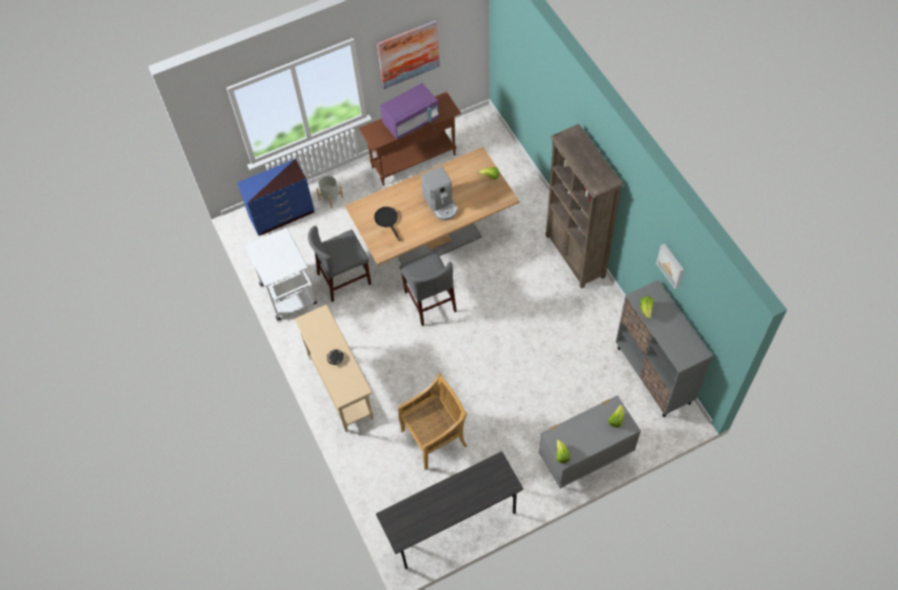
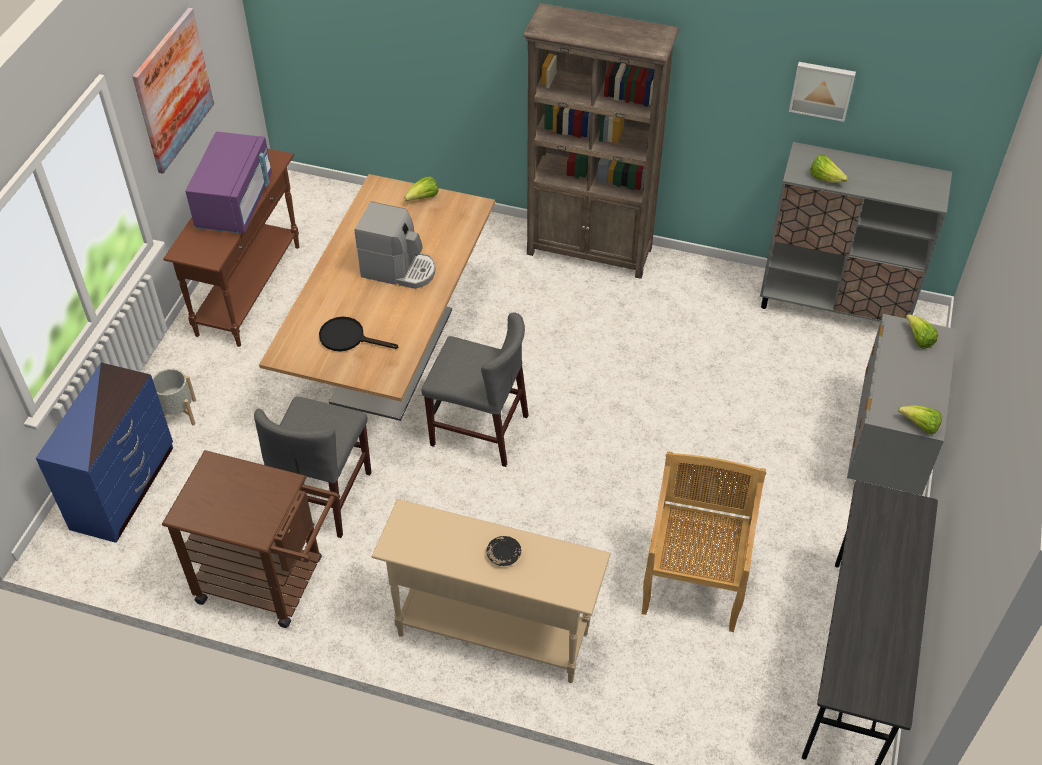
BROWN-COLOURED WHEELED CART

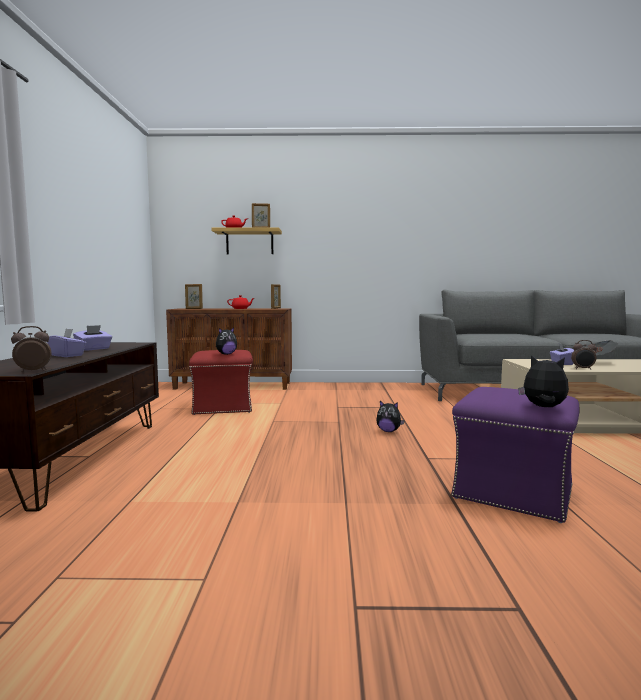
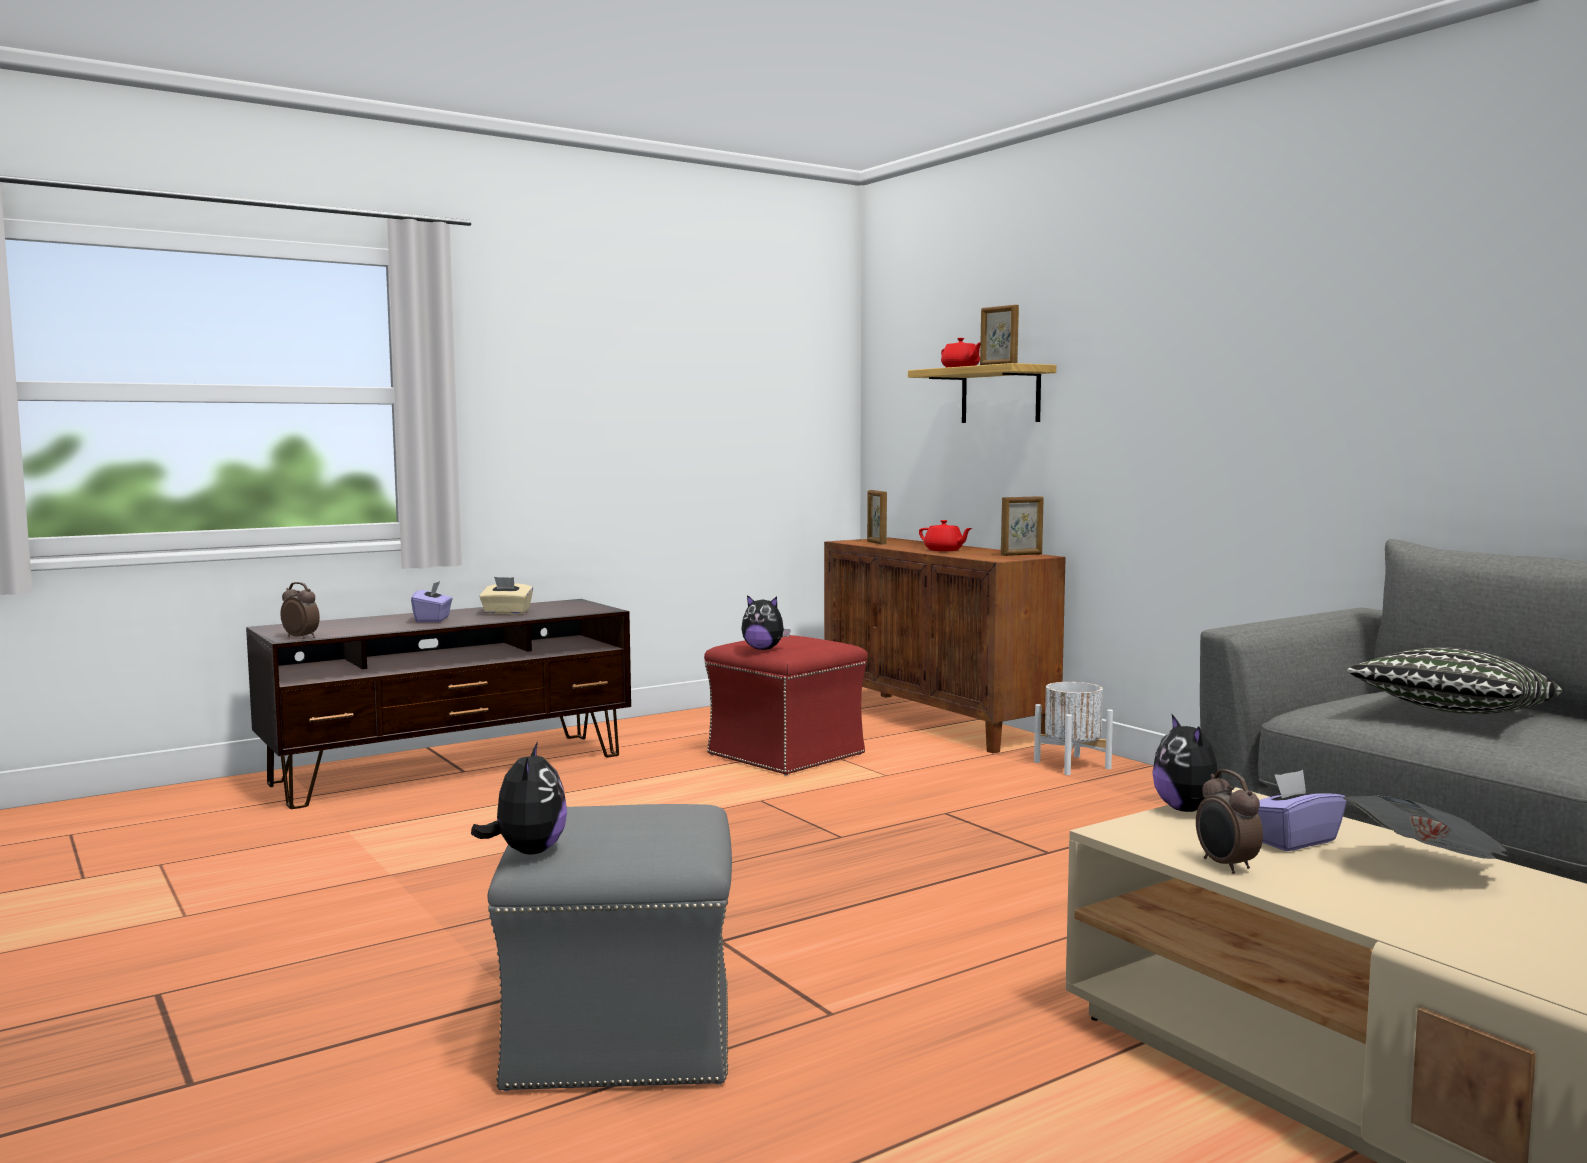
BEIGE-COLOURED BOX OF TISSUES
SOFT TOY (no. 3 from left)
GRAY FOOTREST
WHITE-COLOURED PLANTER
PILLOW

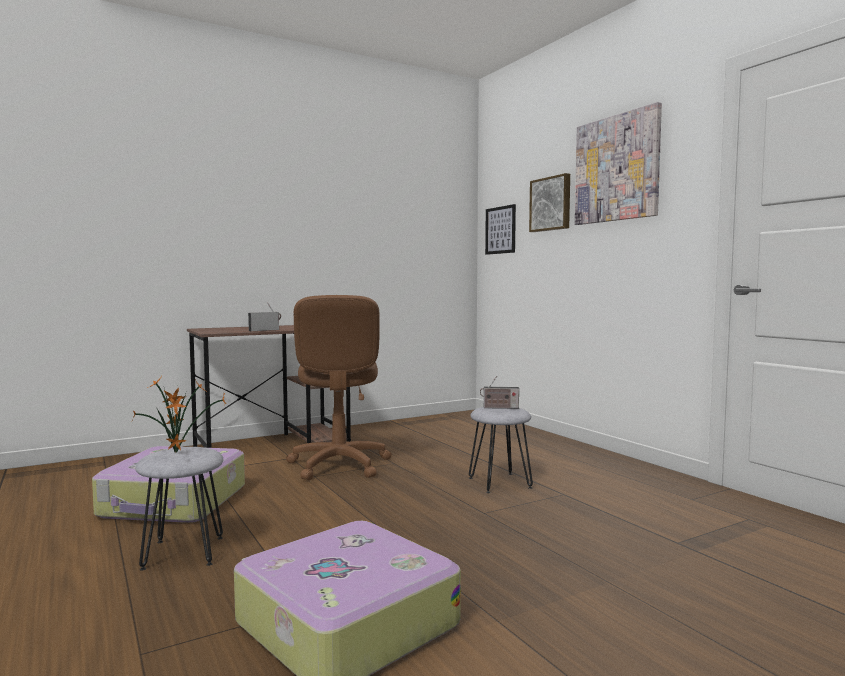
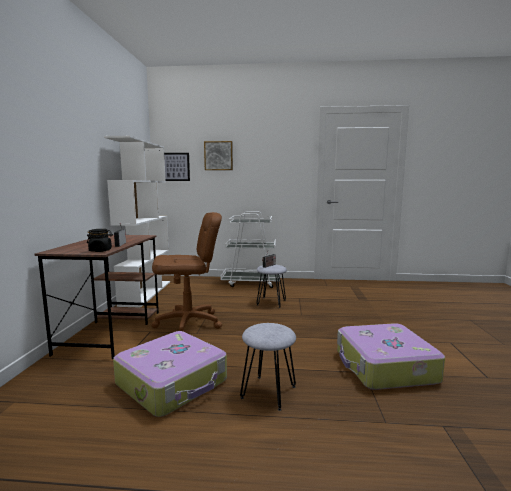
PLANT IN A POT
BROWN-COLOURED COMPUTER CHAIR
WALL ART (no. 3 from left in the first image)
BLACK-COLOURED JAR
WHITE-COLOURED SHELVING UNIT
WHITE-COLOURED WHEELED CART

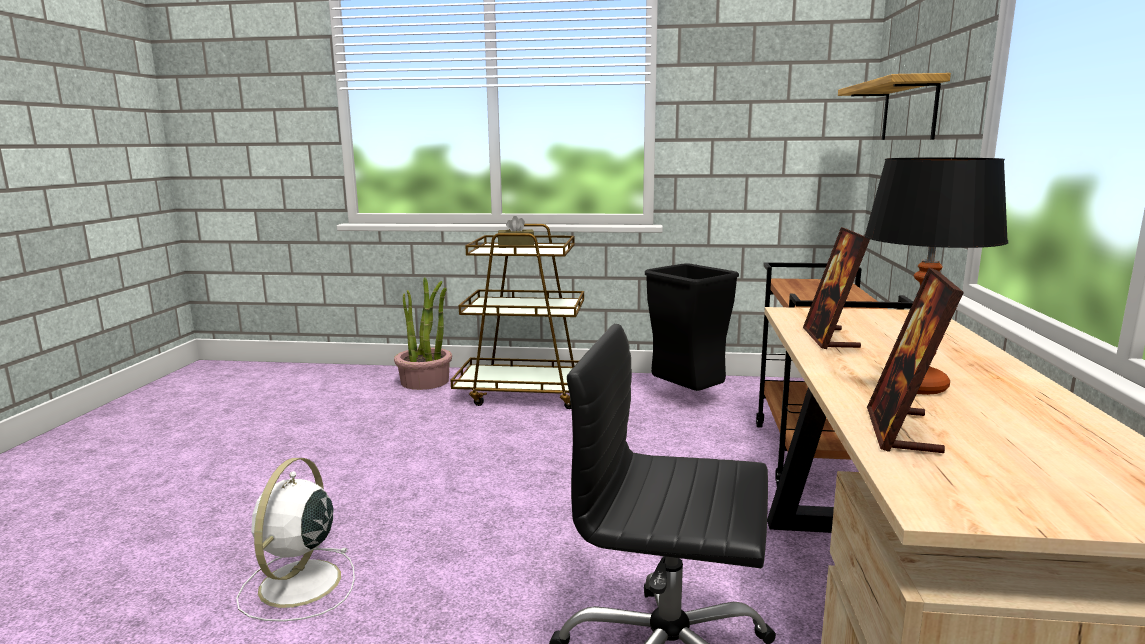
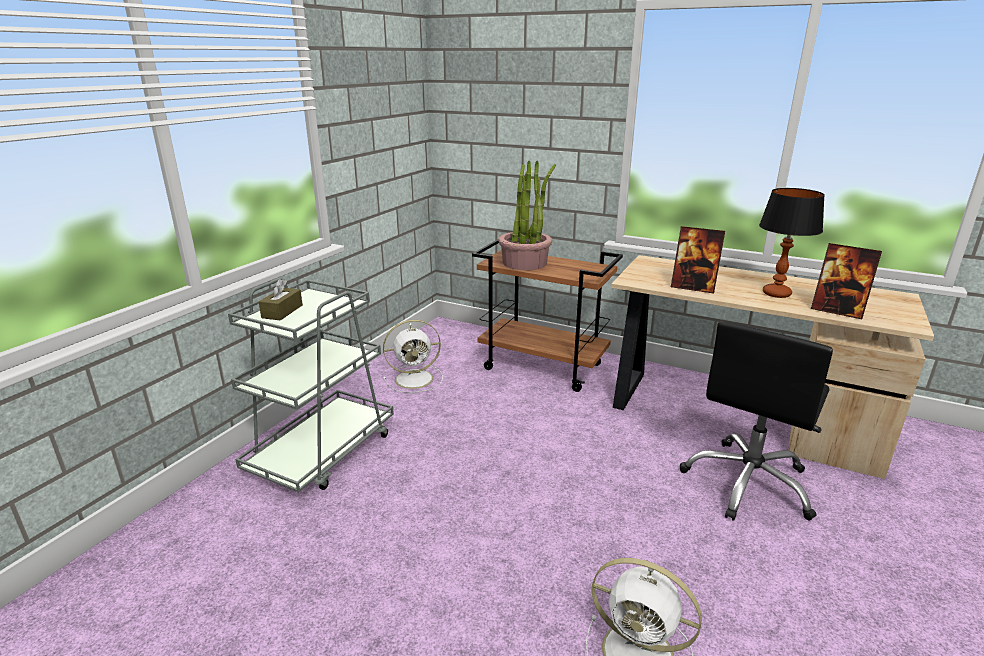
PLANT IN A POT
GRAY WHEELED CART
WHITE-COLOURED FAN (no. 1 from left)
SHELF

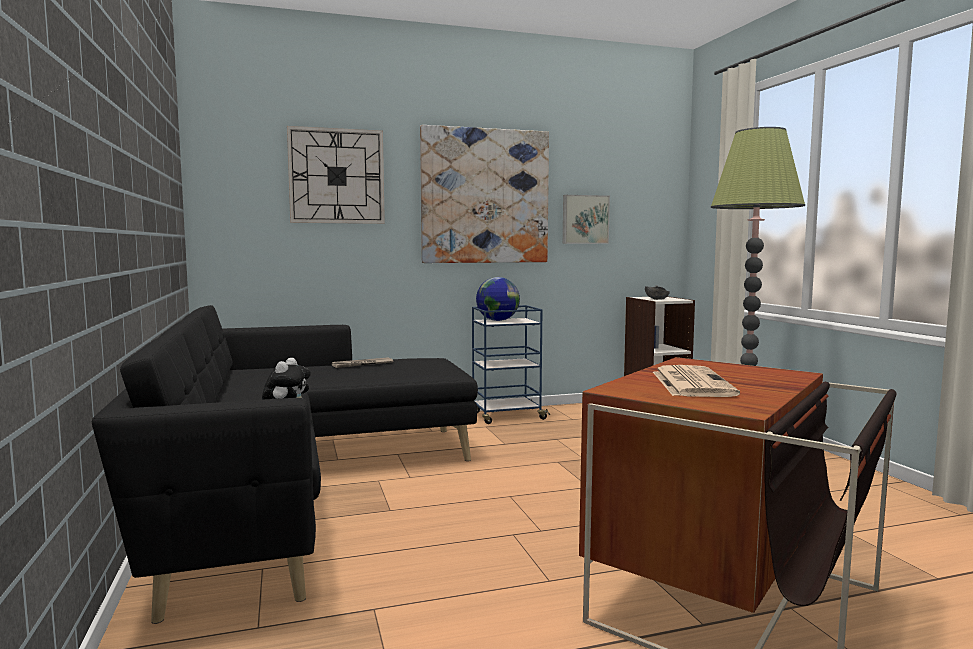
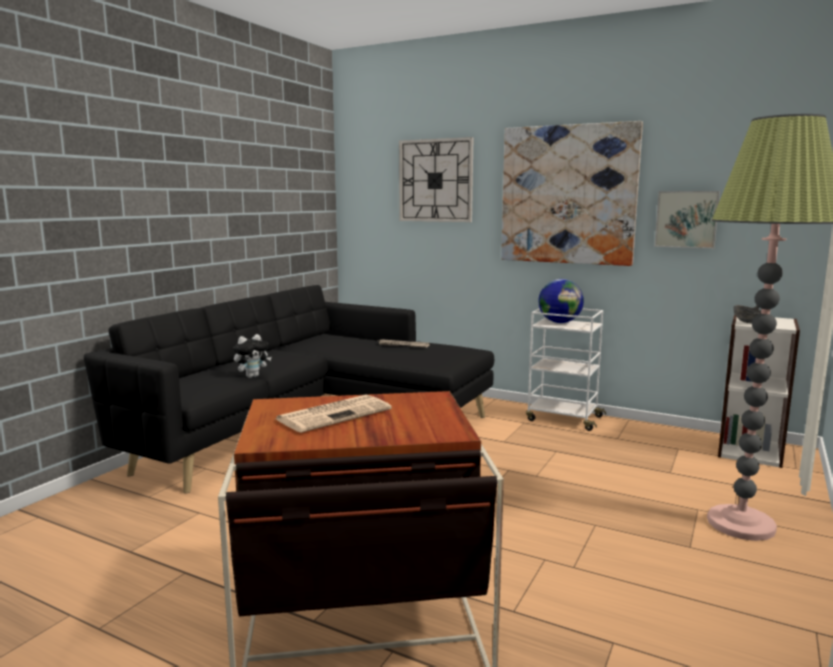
WHITE-COLOURED WHEELED CART

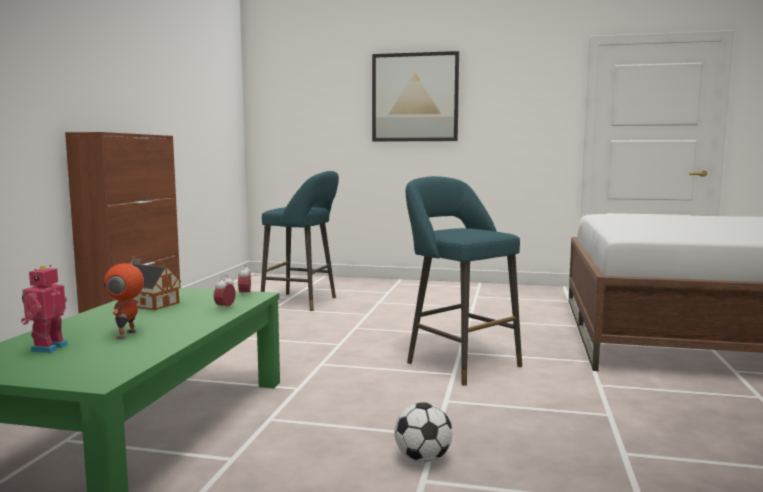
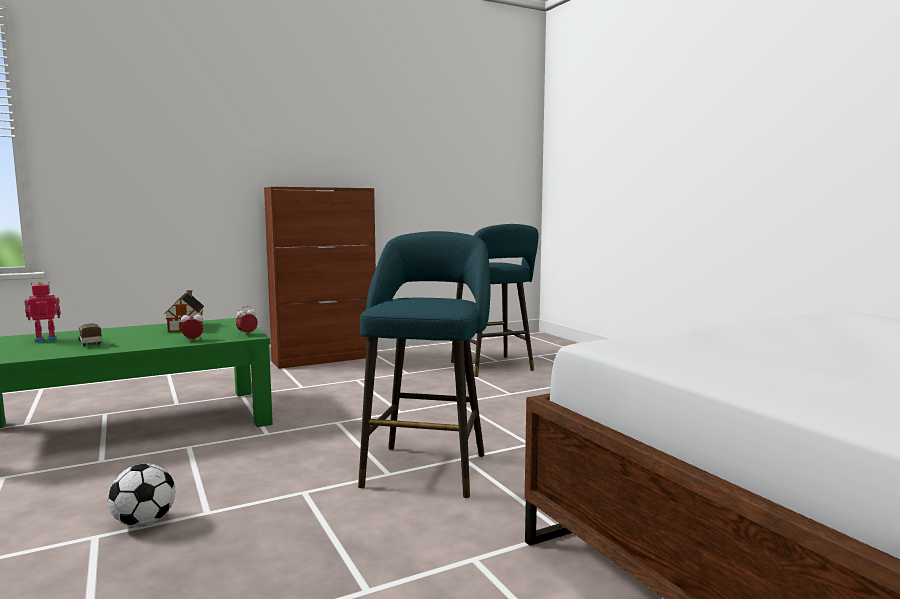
TOY LORRY
WALL ART

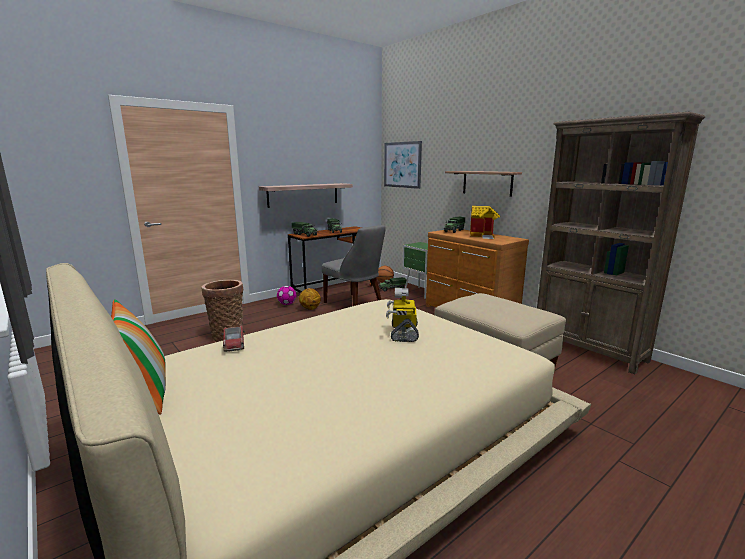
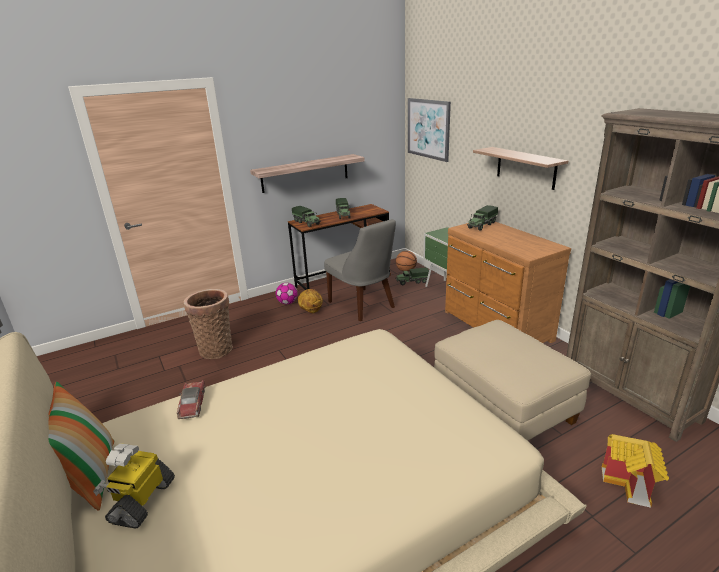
ROBOT FIGURE
TOY HOUSE

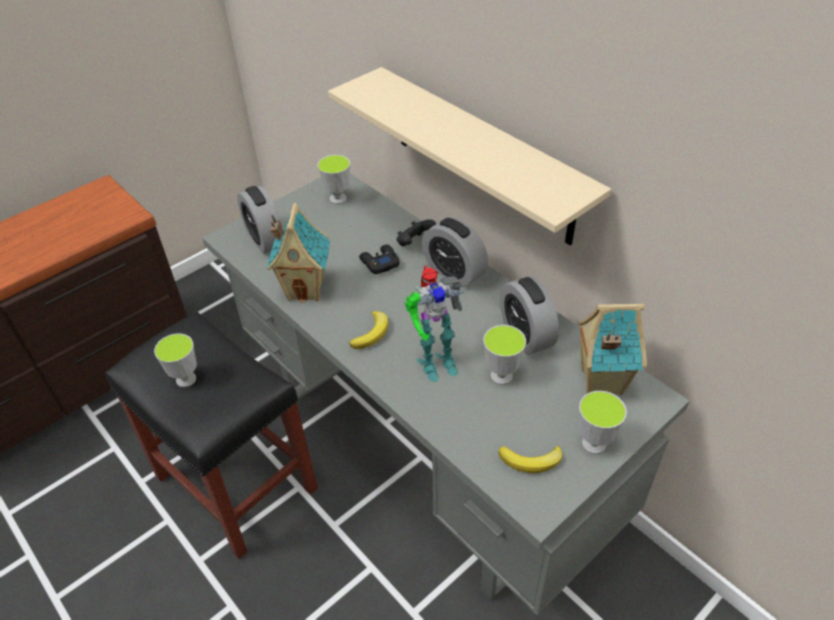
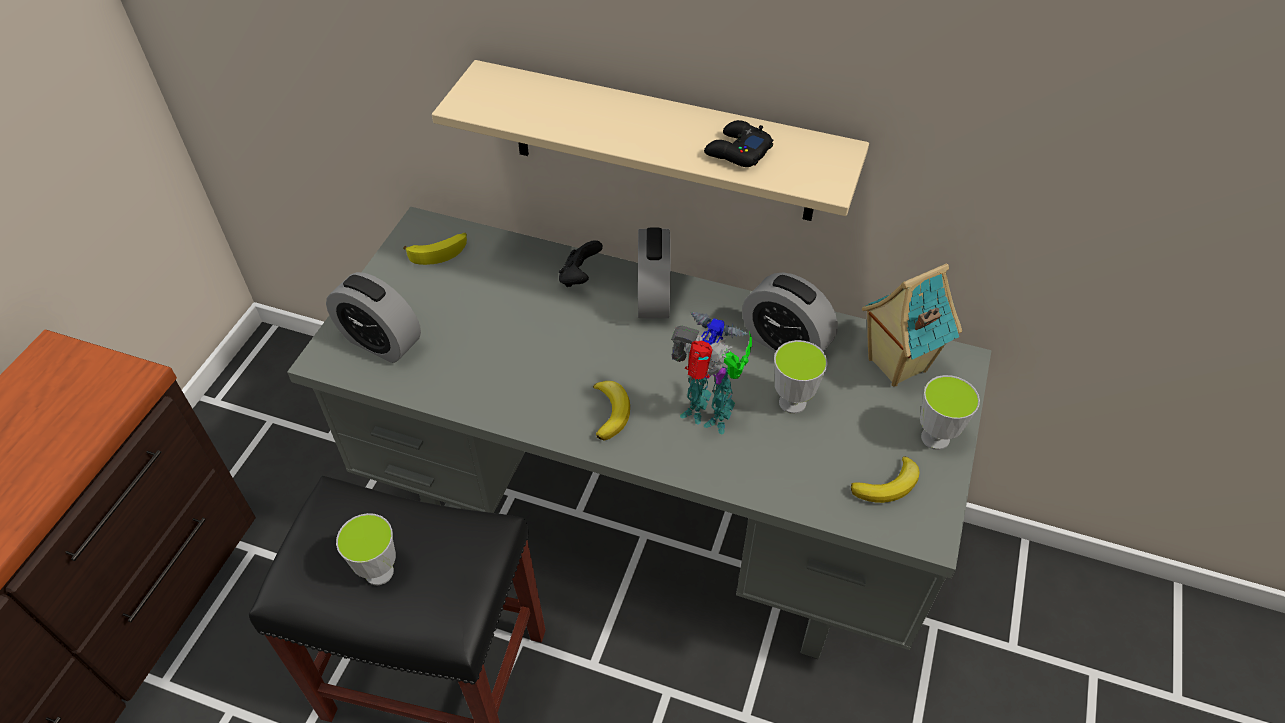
TOY HOUSE (no. 1 from left in the first image)
BANANA FRUIT (no. 1 from left)
BLACK-COLOURED GAME CONTROLLER (no. 2 from left)
ROBOT FIGURE
TABLE CLOCK (no. 2 from left)

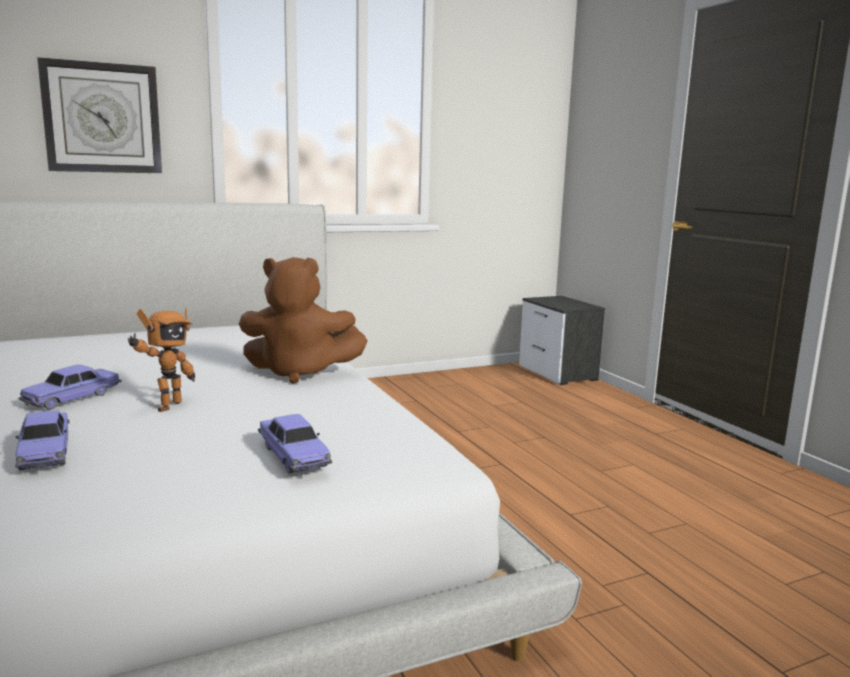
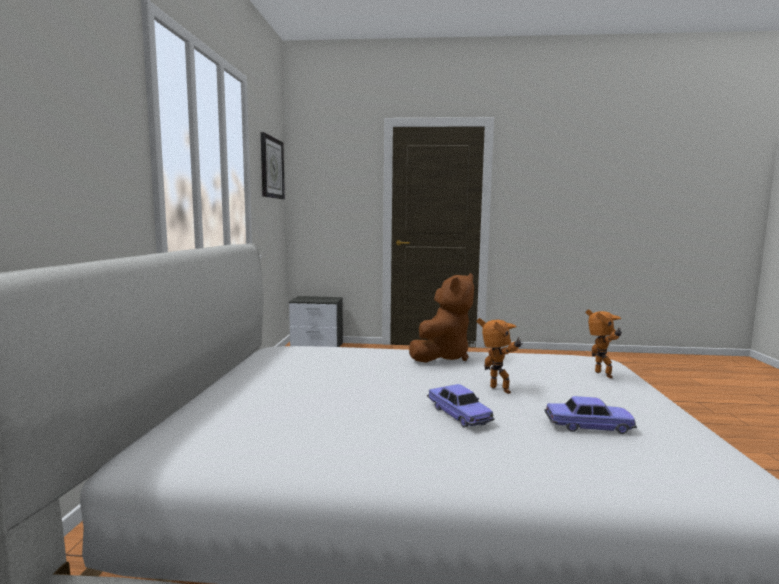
HANGING CLOCK
ROBOT FIGURE (no. 2 from left)

